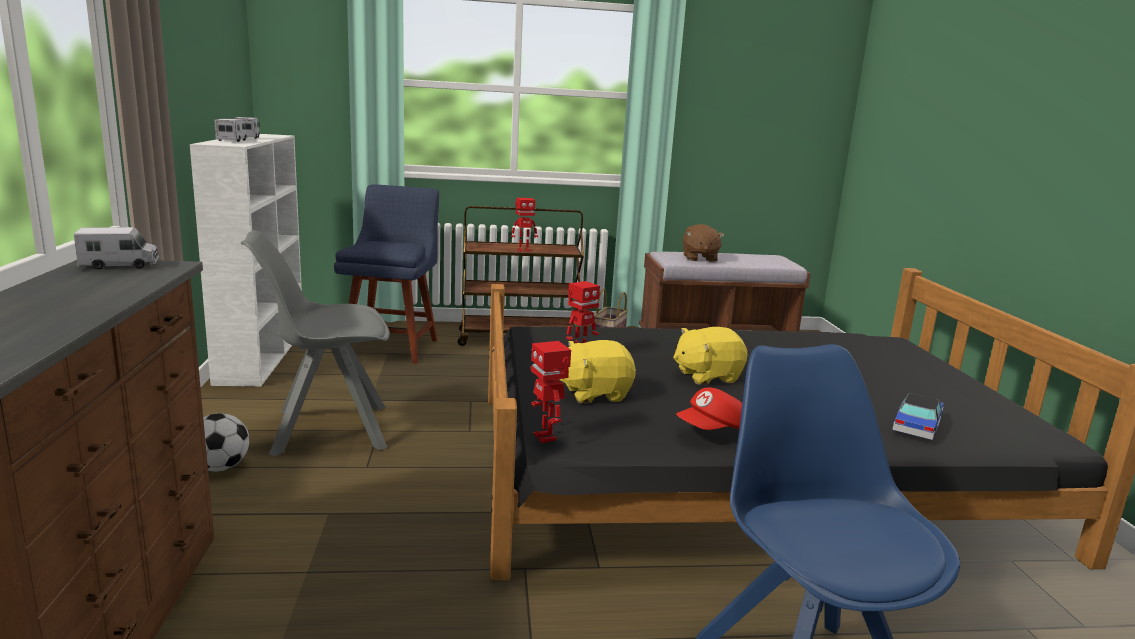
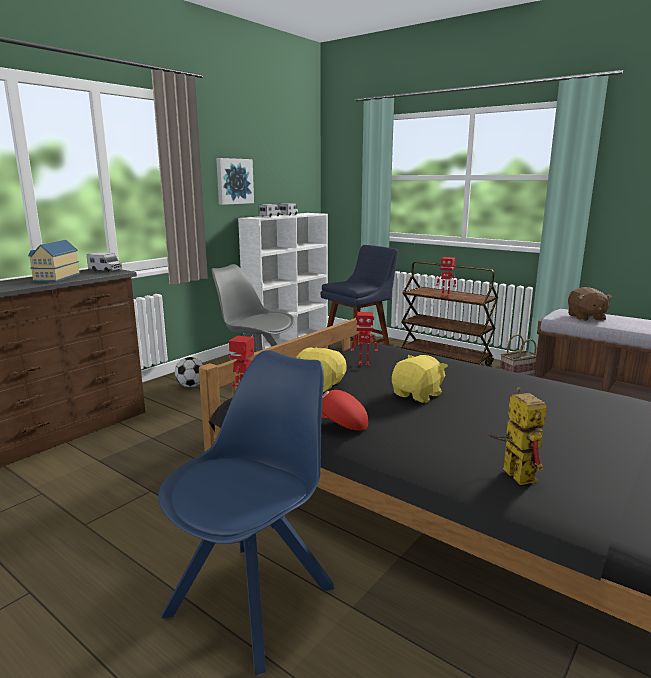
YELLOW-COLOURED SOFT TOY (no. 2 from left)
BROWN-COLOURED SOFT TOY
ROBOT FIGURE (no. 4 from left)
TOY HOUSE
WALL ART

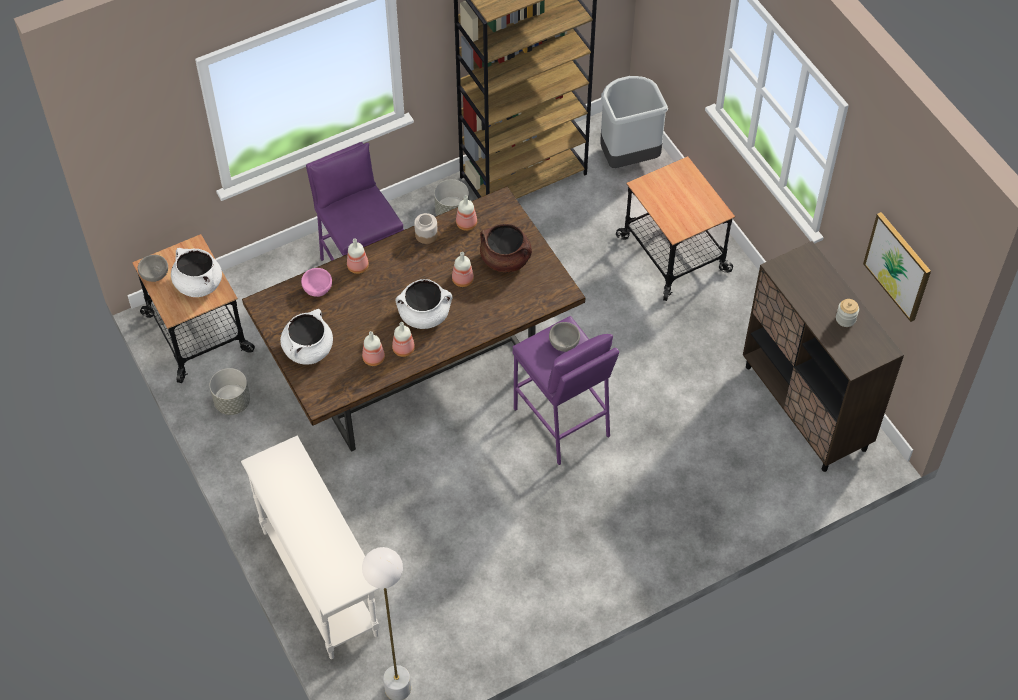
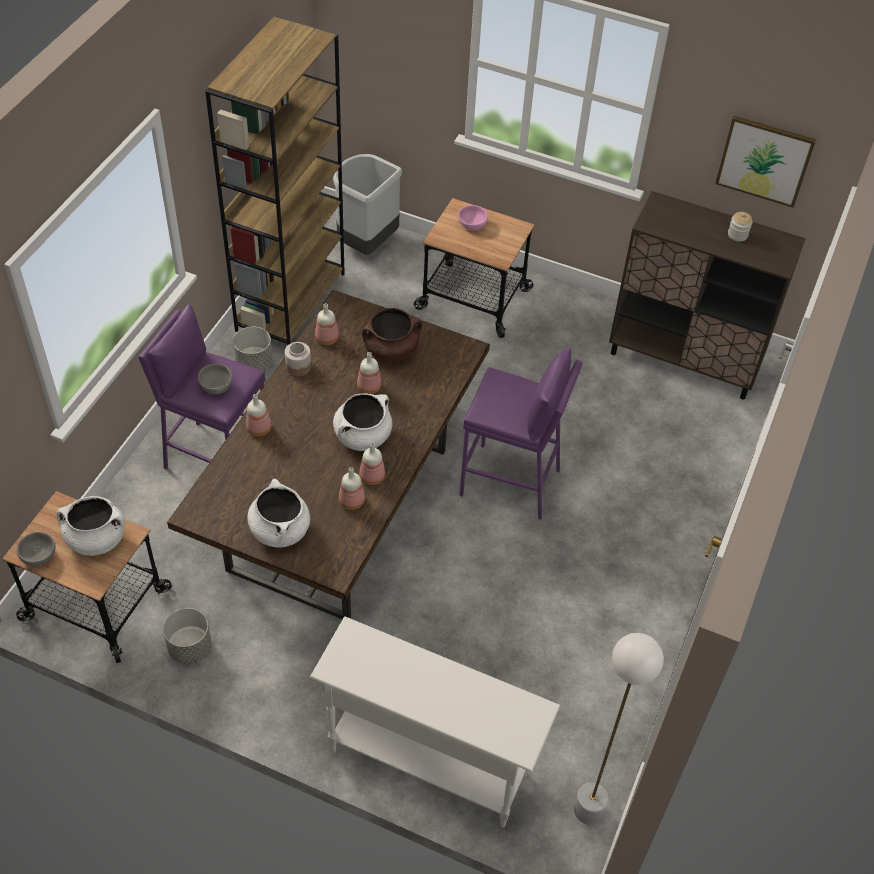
PINKISH SERVING BOWL
GRAY SERVING BOWL (no. 2 from left)

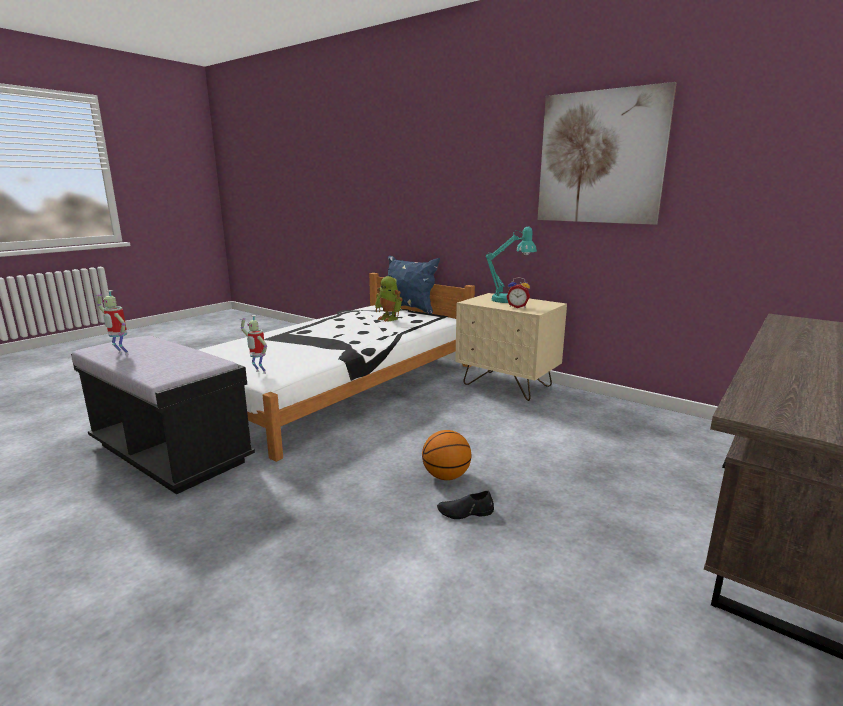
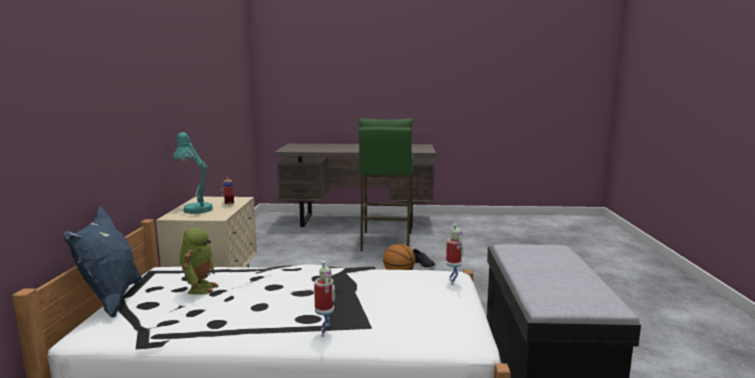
ROBOT FIGURE (no. 2 from left)
WALL ART
GREEN STOOL SEAT

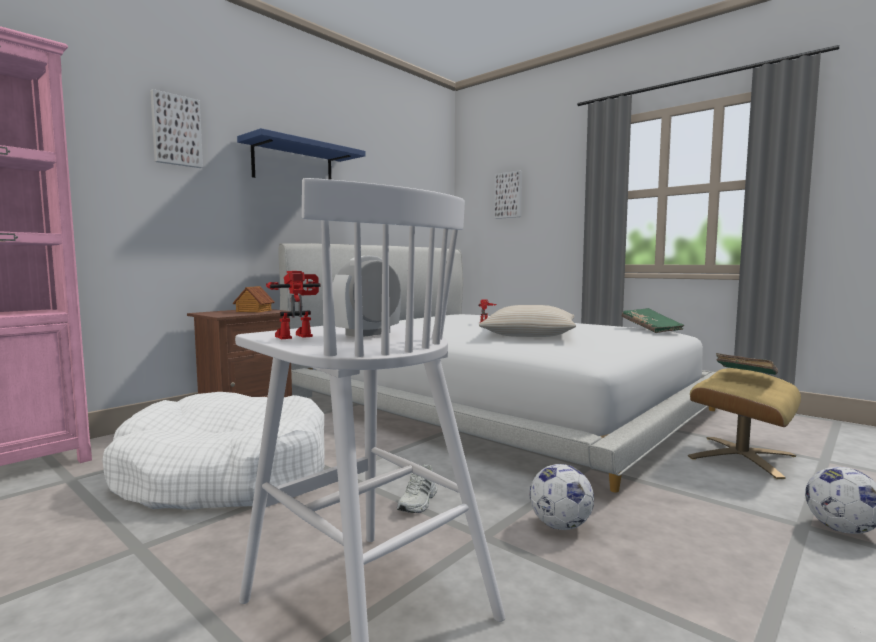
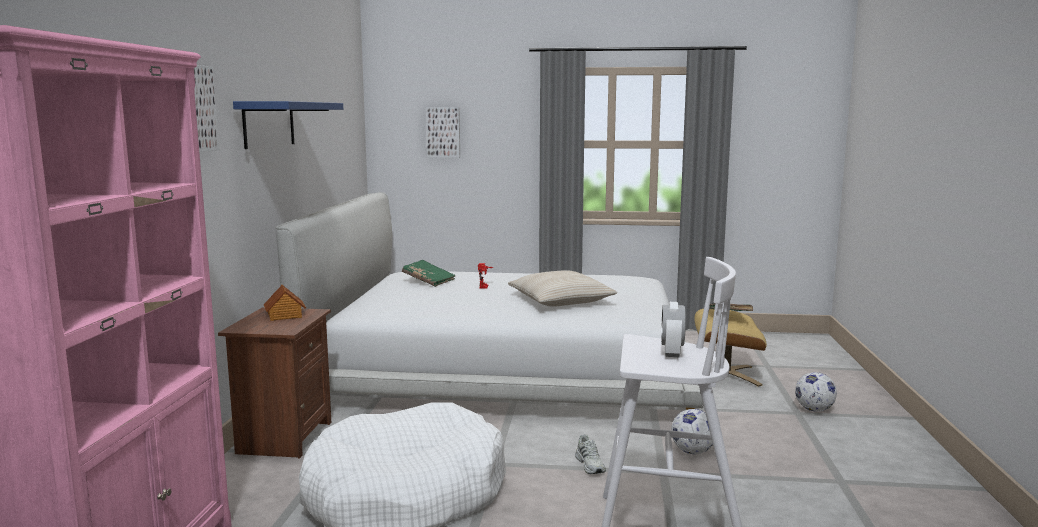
ROBOT FIGURE (no. 1 from left in the first image)
GREEN BOUND BOOK (no. 1 from left)

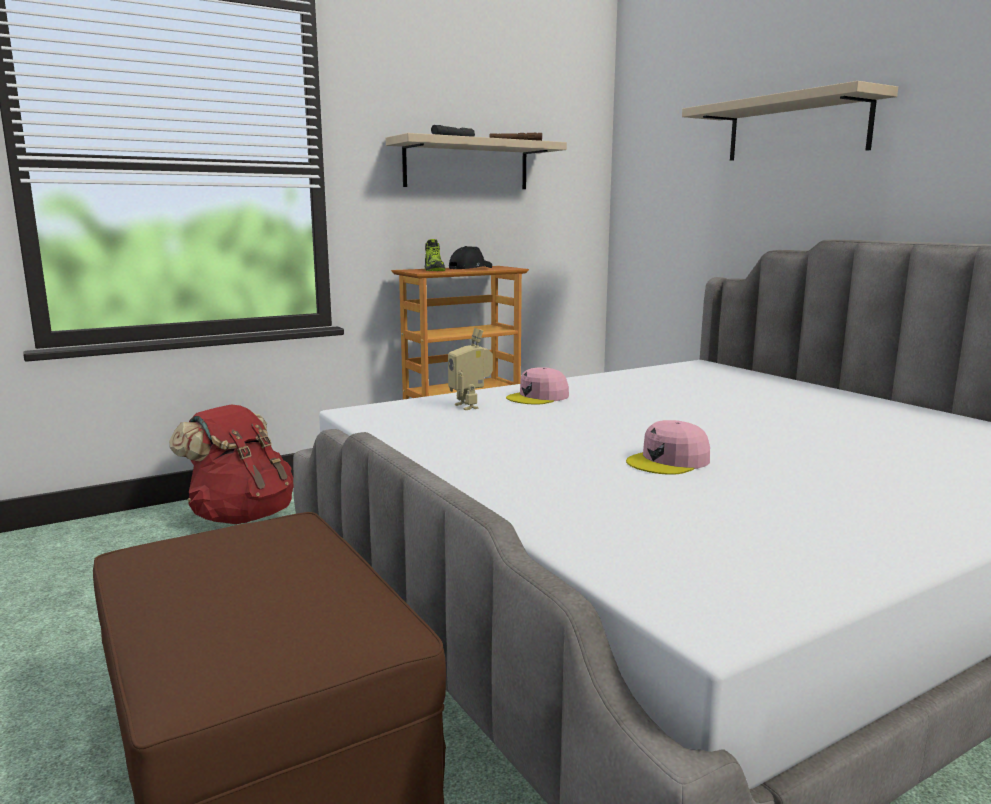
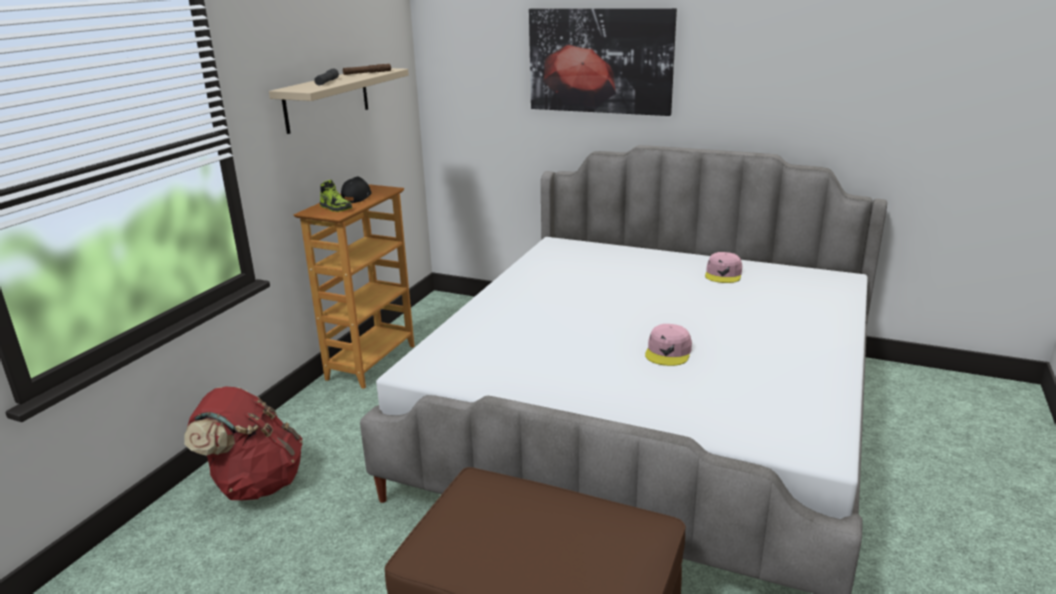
ROBOT FIGURE
PINKISH CAP (no. 2 from left)
WALL ART

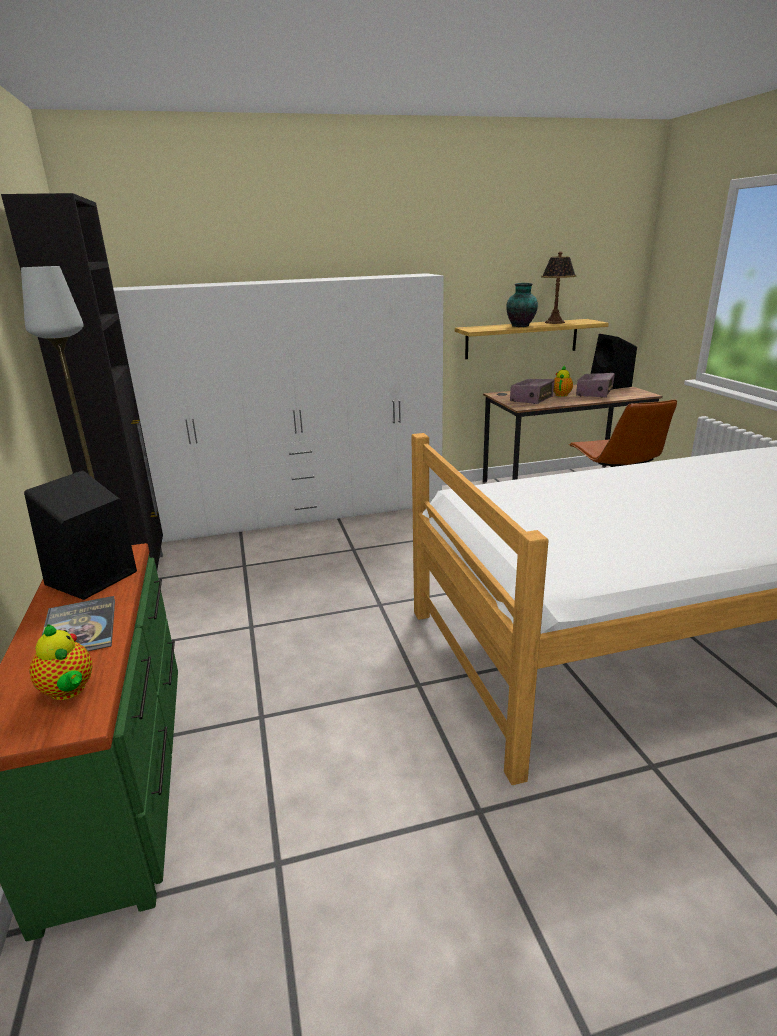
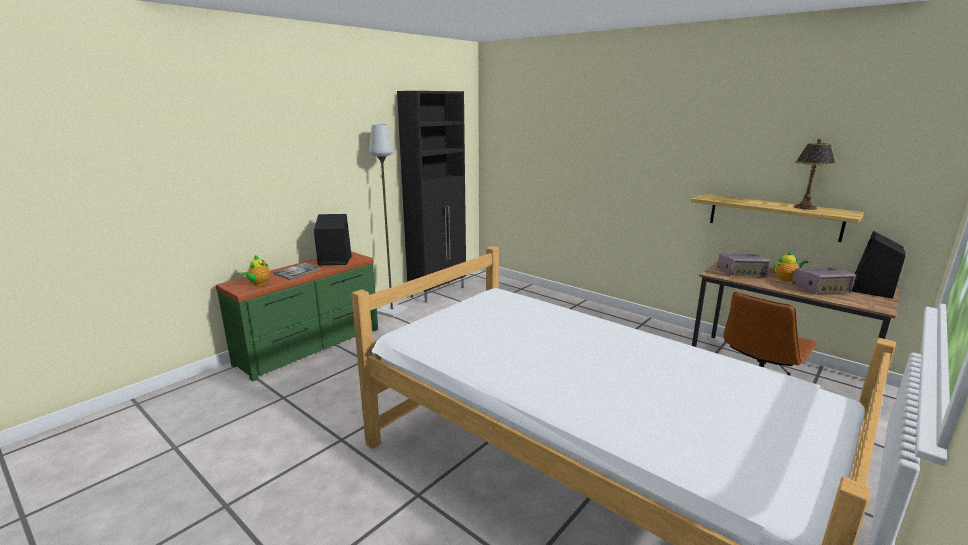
WHITE-COLOURED ARMOIRE
FLOWER VASE

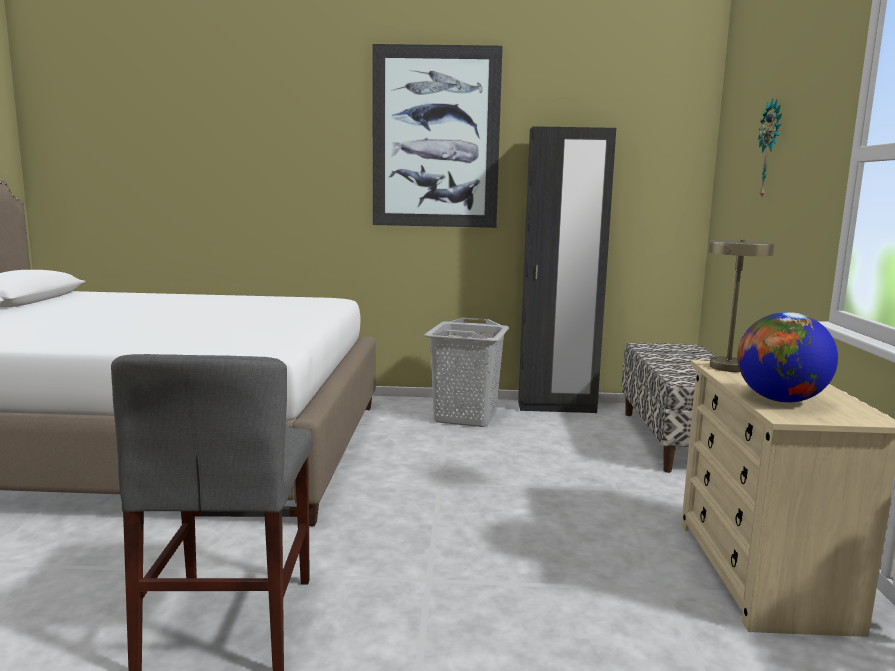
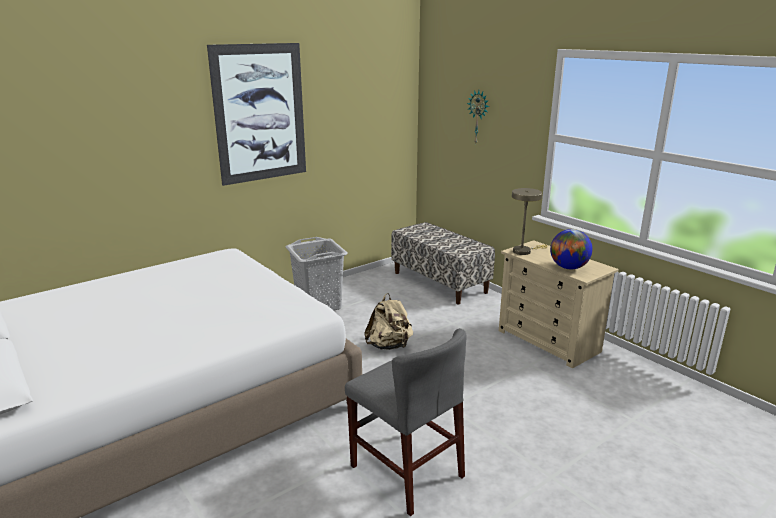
BLACK-COLOURED ARMOIRE
BEIGE-COLOURED KNAPSACK

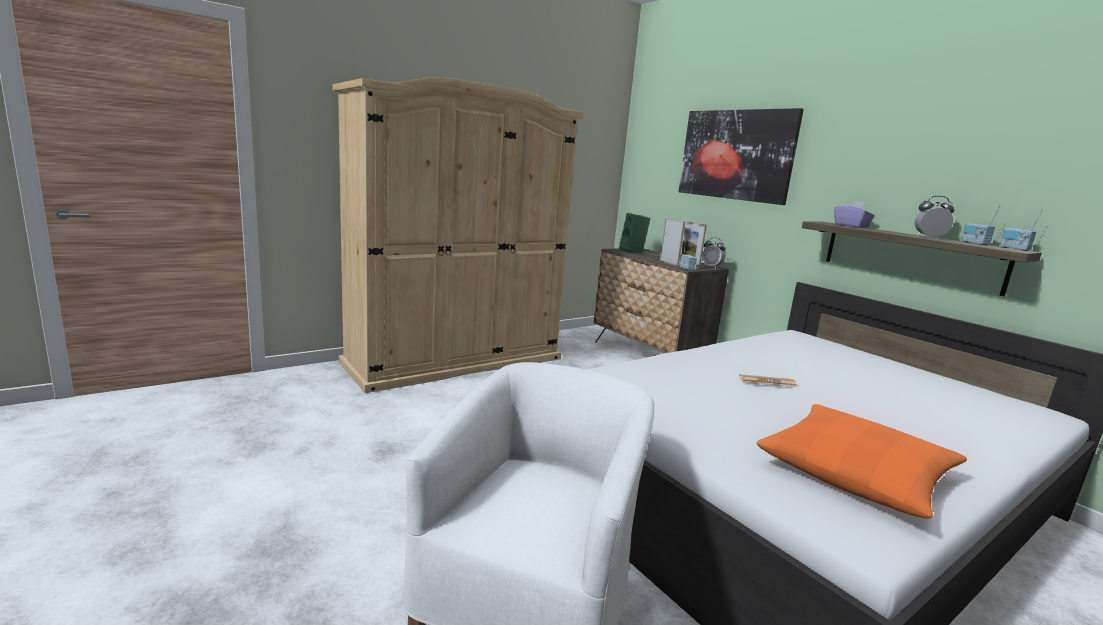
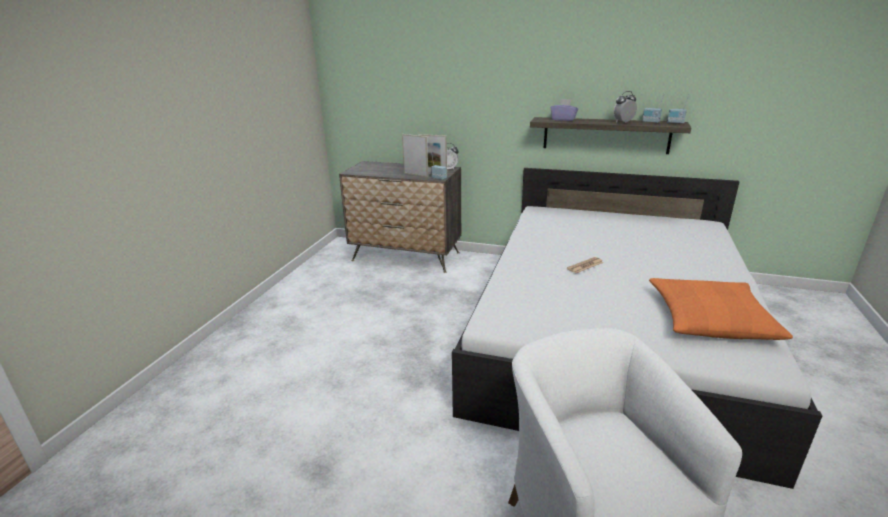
BEIGE-COLOURED ARMOIRE
GREEN AUDIO SPEAKER
WALL ART

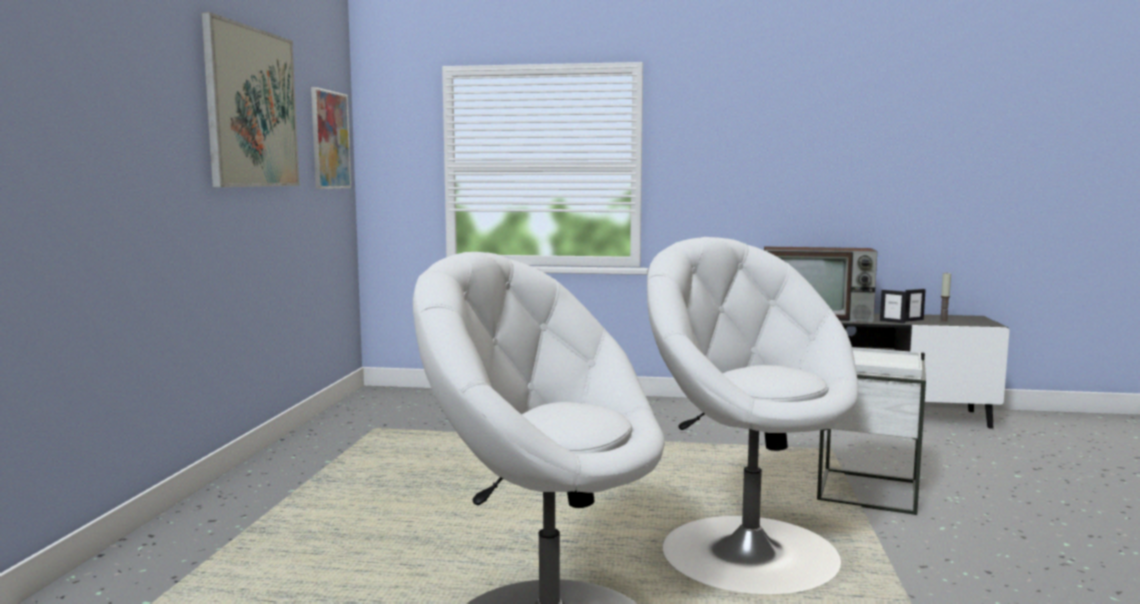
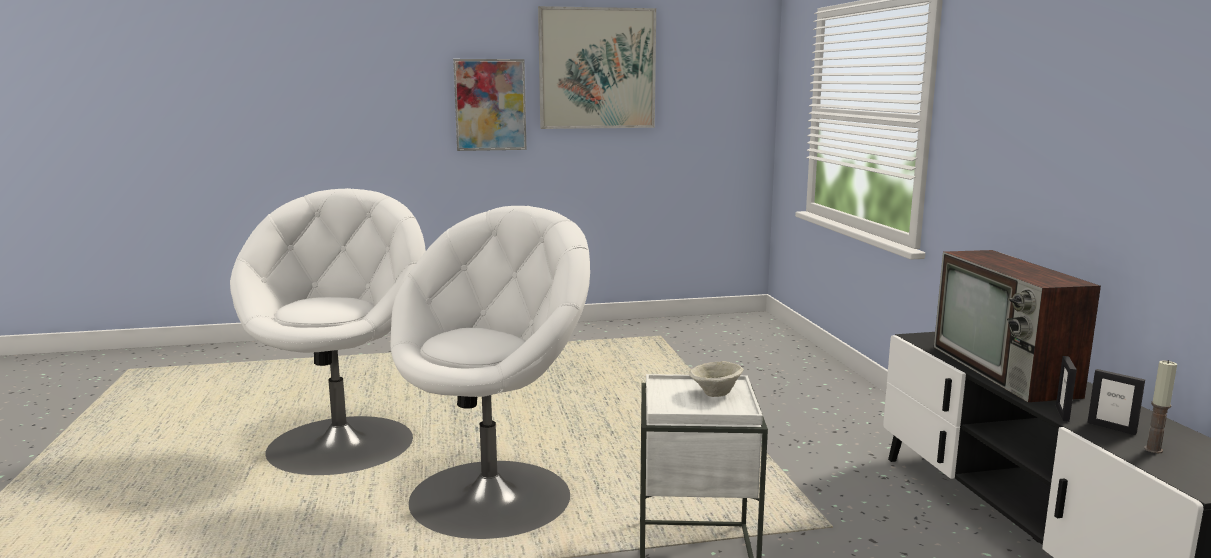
WALL ART (no. 1 from left)
BEIGE-COLOURED SERVING BOWL

